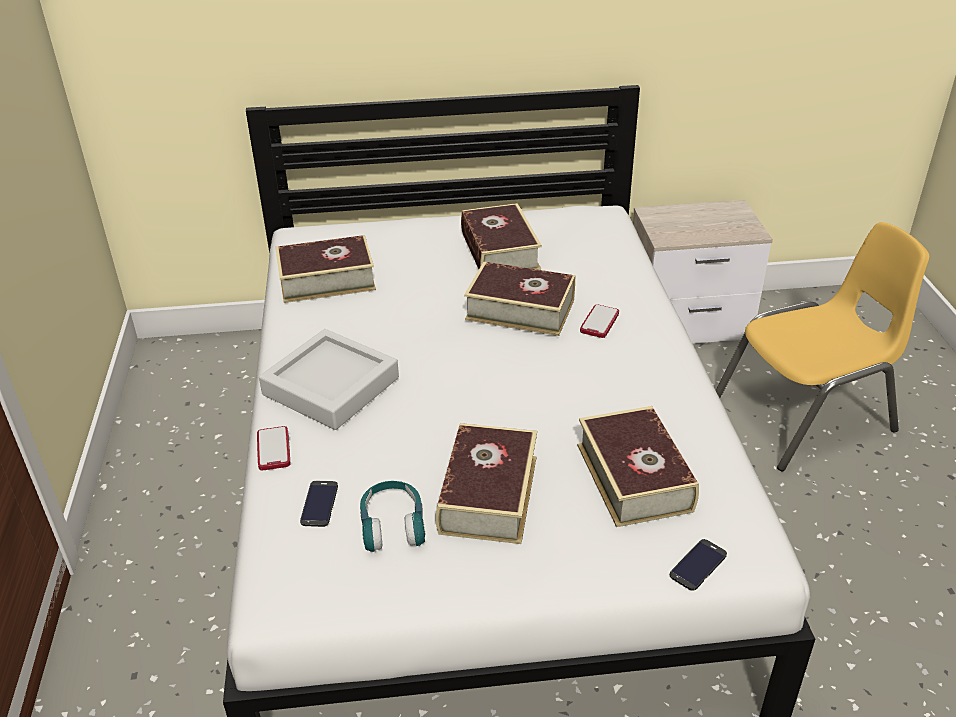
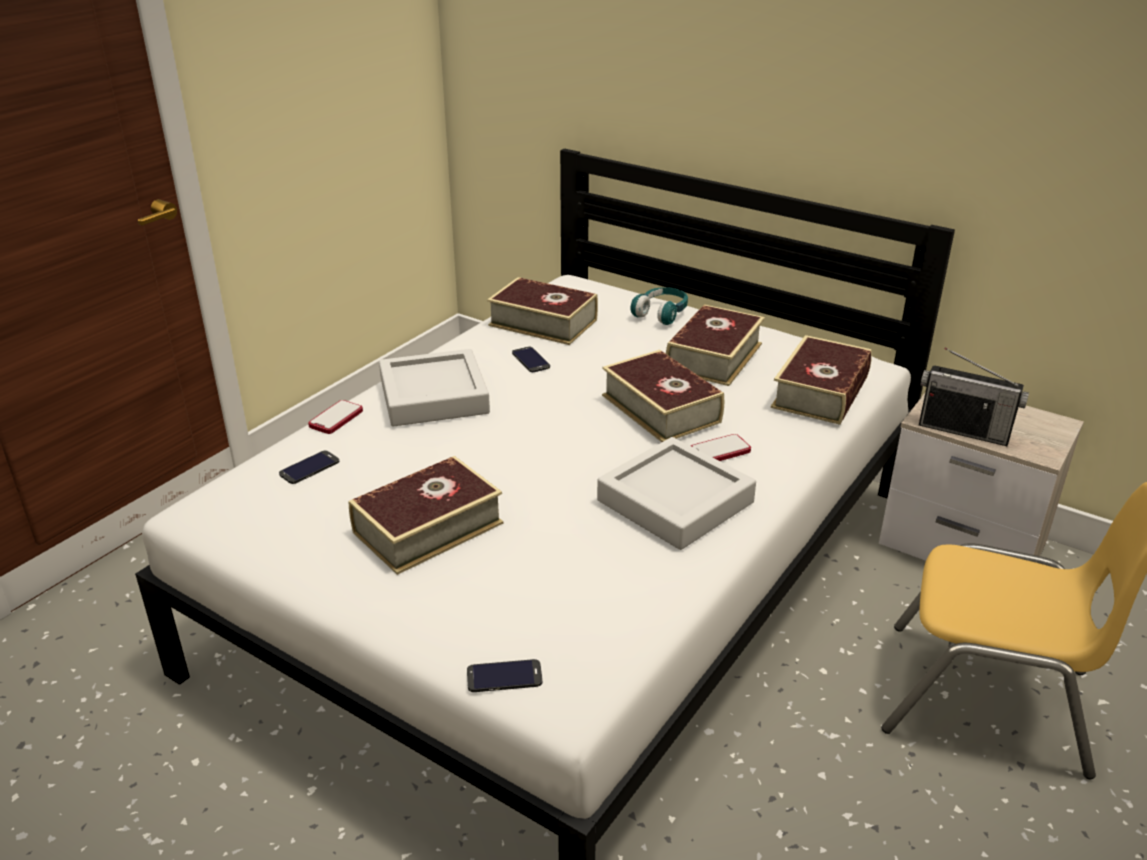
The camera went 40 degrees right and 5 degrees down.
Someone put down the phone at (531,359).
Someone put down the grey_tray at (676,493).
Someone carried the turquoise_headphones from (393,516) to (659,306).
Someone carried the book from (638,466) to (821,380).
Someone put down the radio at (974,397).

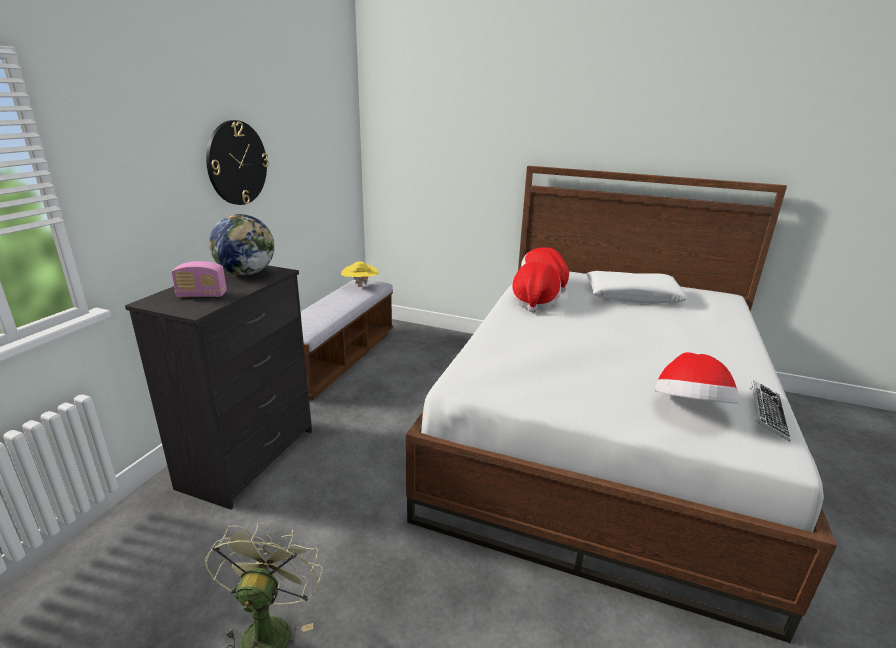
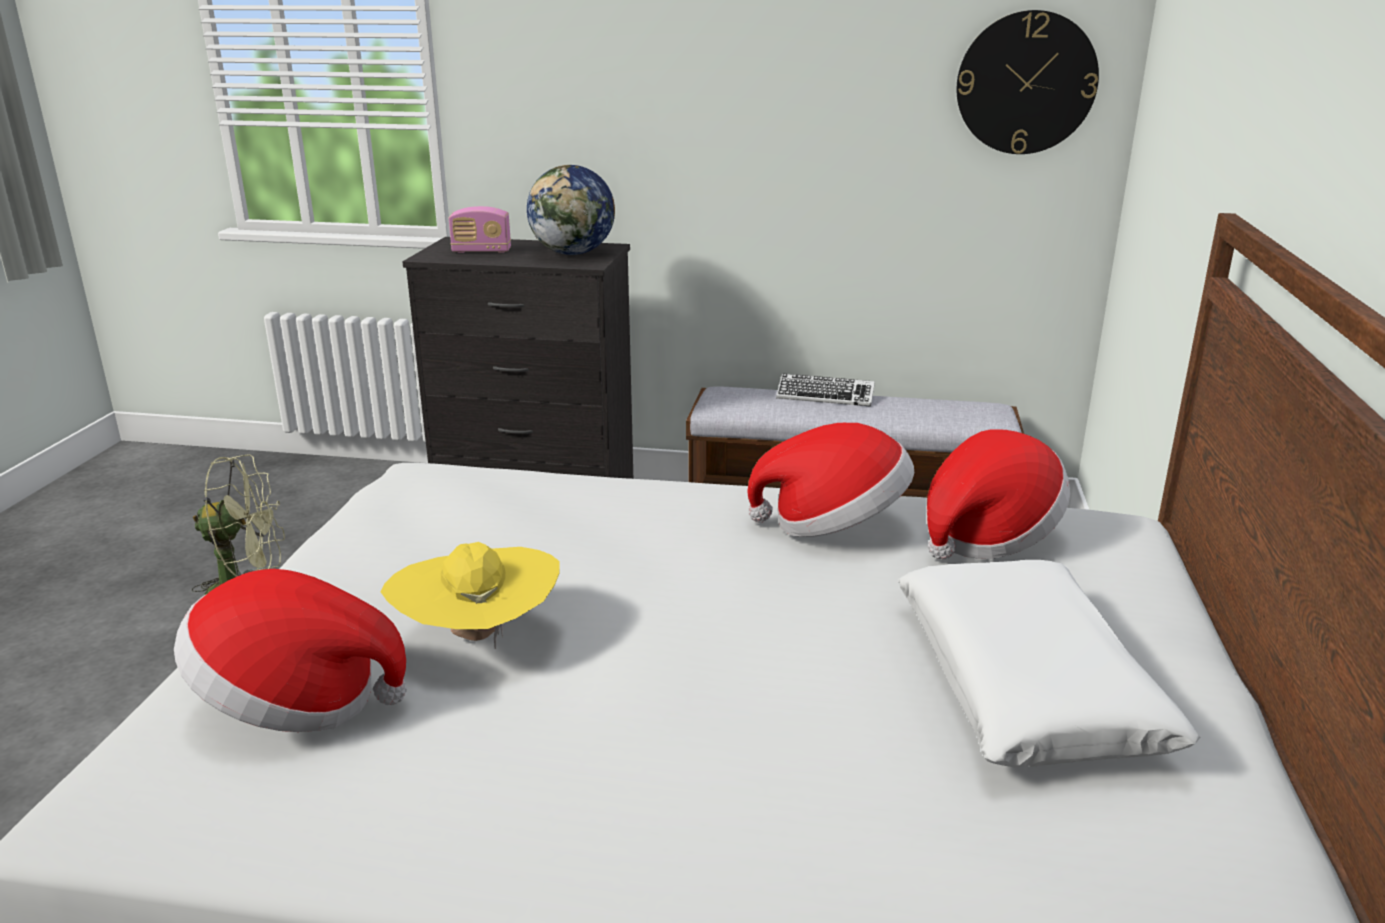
The camera went 80 degrees right and 0 degrees up.
Someone carried the yellow_hat from (360,274) to (470,595).
Someone rotated the radio at (199,279) by 75 degrees counterclockwise.
Someone carried the keyboard from (770,411) to (825,390).
Someone carried the wall_clock from (237,162) to (1028,82).

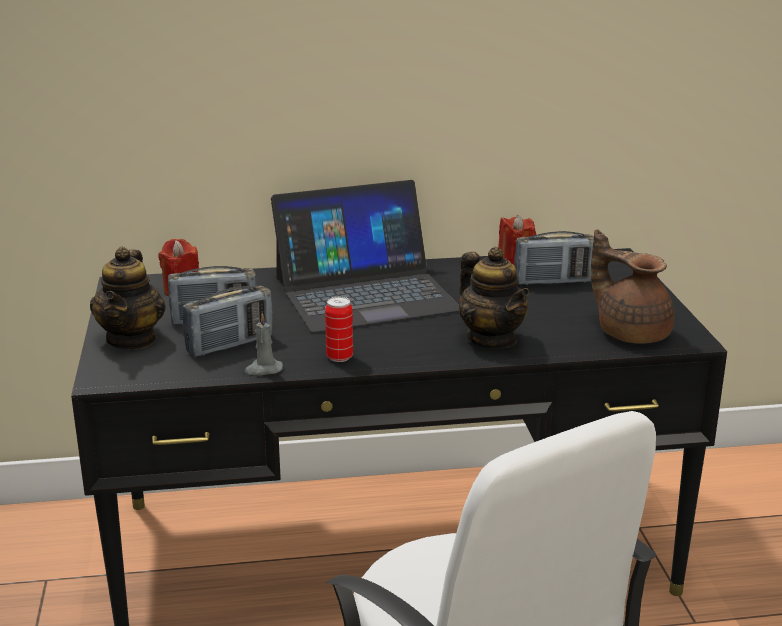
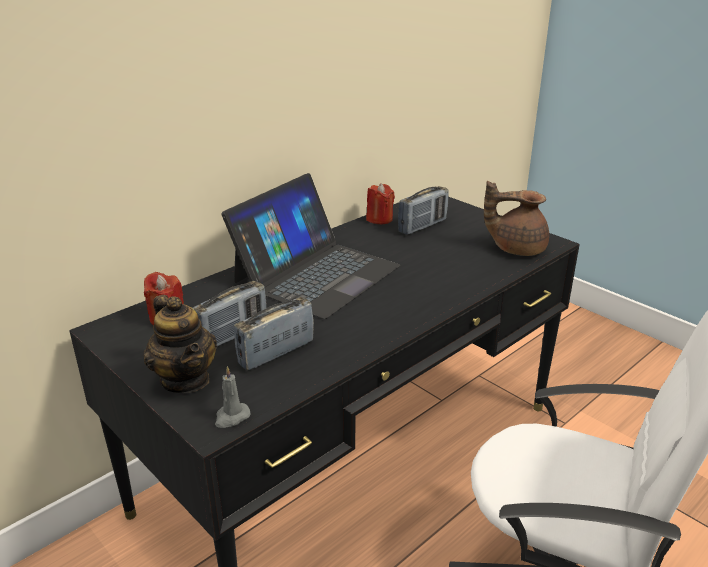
The camera went 35 degrees left and 5 degrees up.
Someone carried the grey_candle from (263,344) to (232,397).
Someone rotated the radio at (228,321) by 150 degrees counterclockwise.
Someone took away the can at (339,329).
Someone took away the teapot at (494,298).

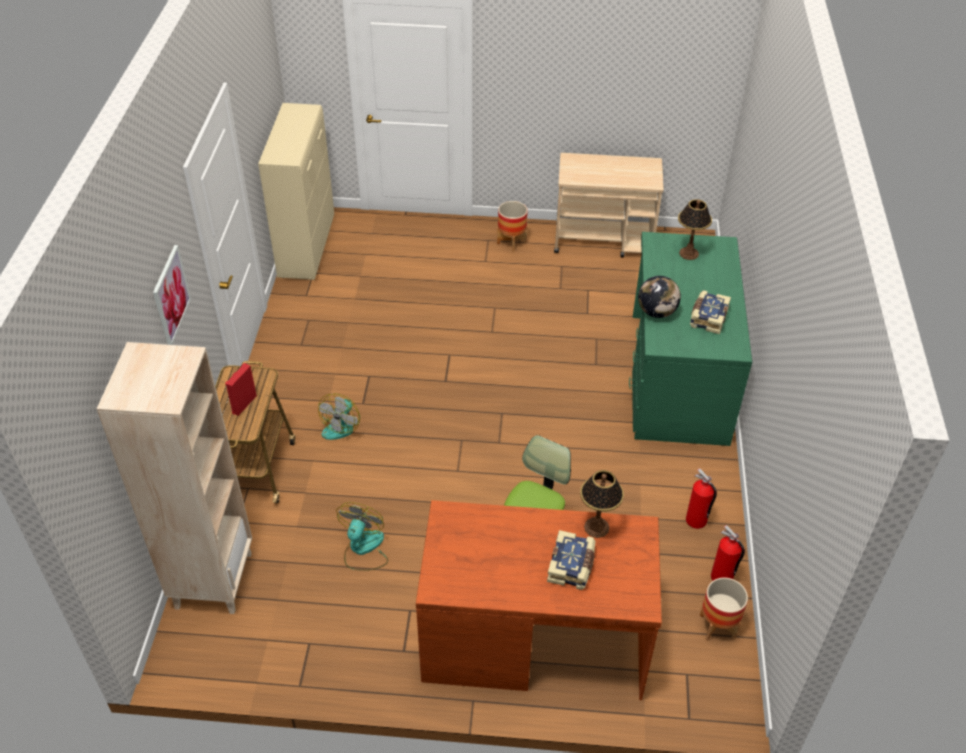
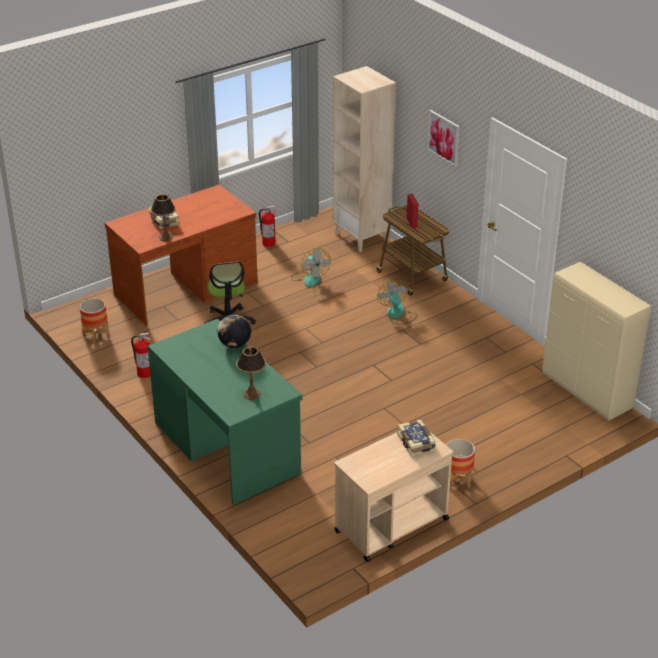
The camera went 140 degrees right and 10 degrees down.
Someone carried the fire_extinguisher from (728,552) to (267,226).
Someone carried the book from (710,312) to (416,438).

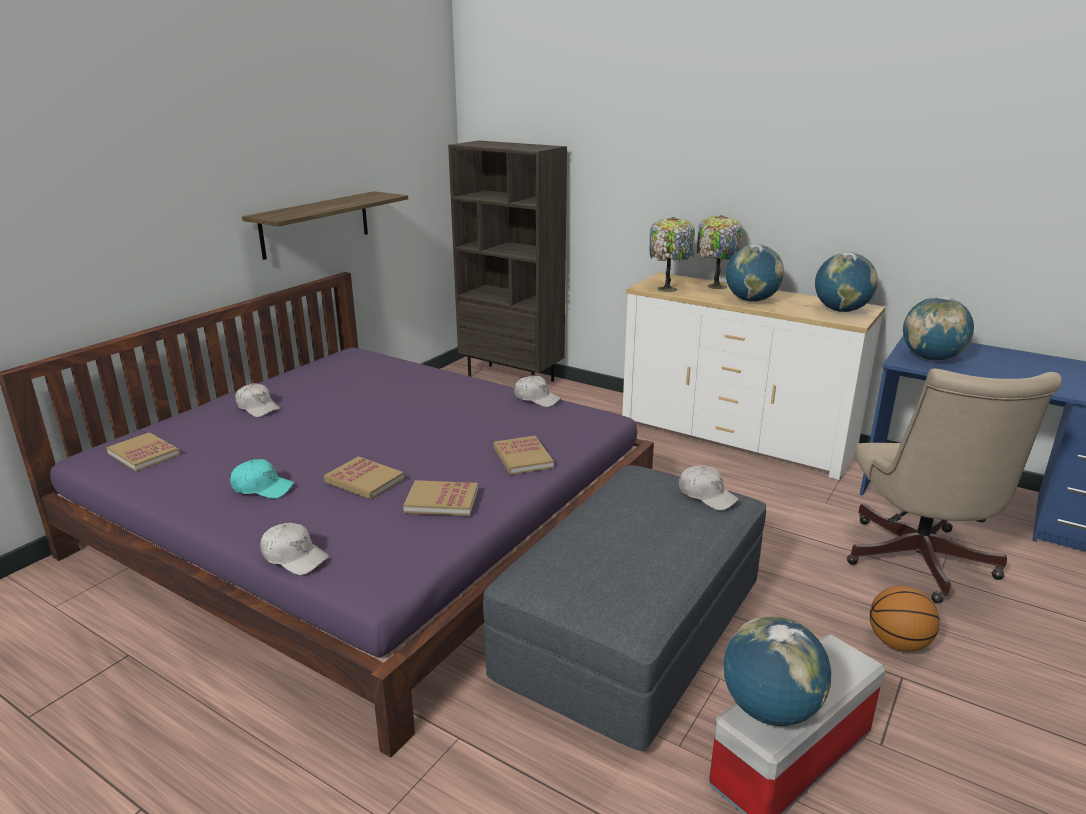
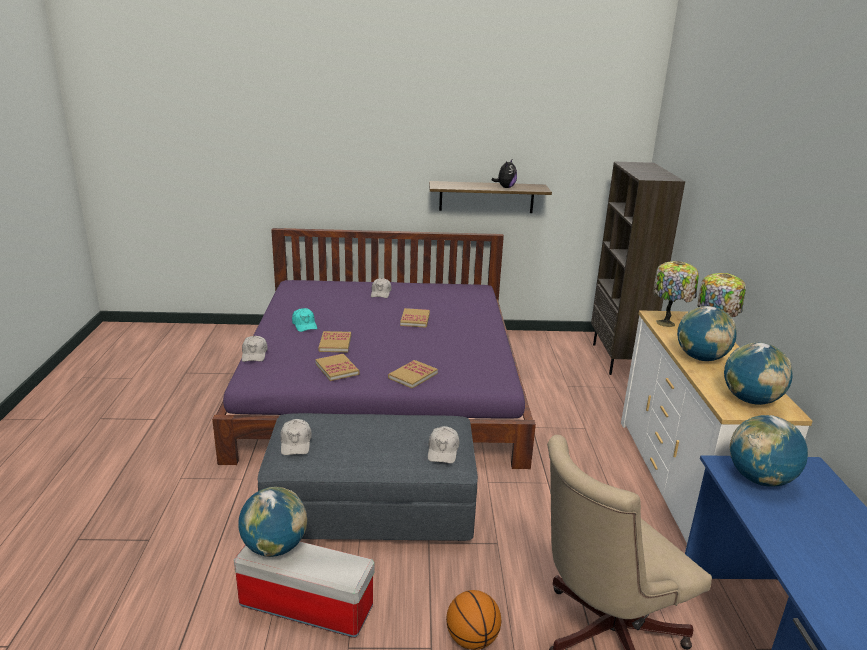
The camera went 55 degrees right and 0 degrees up.
Someone carried the white_cap from (537,391) to (296,437).
Someone carried the book from (143,452) to (415,318).
Someone put down the plush_toy at (504,174).

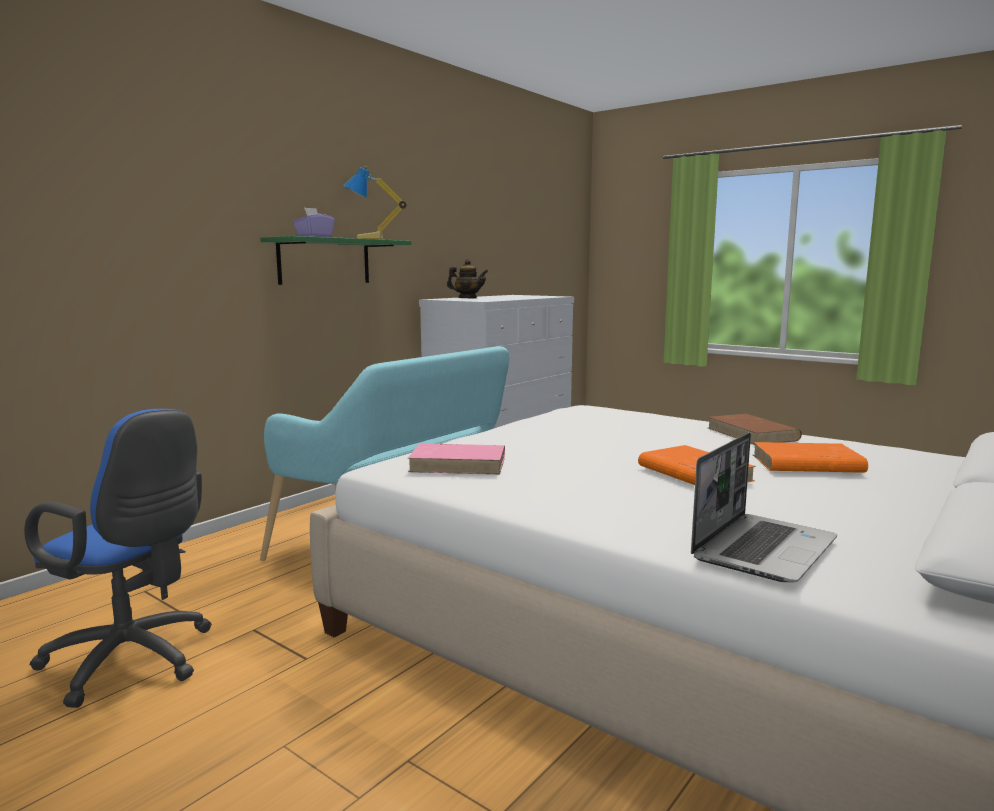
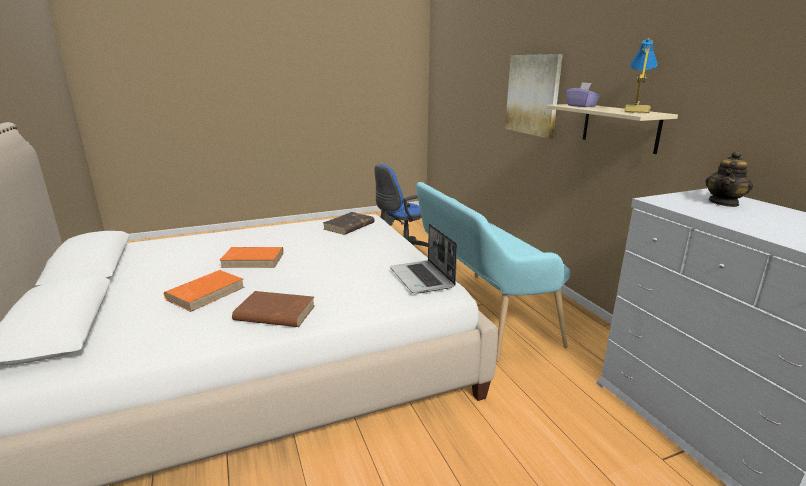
The camera went 120 degrees right and 10 degrees up.
Someone repainted the pink_book at (456,458), which became the brown_book at (349,223).
Someone carried the laptop from (764,507) to (423,258).
Someone put up the picture at (534,96).
Someone repainted the green_shelf at (335,260), which became the beige_shelf at (612,129).

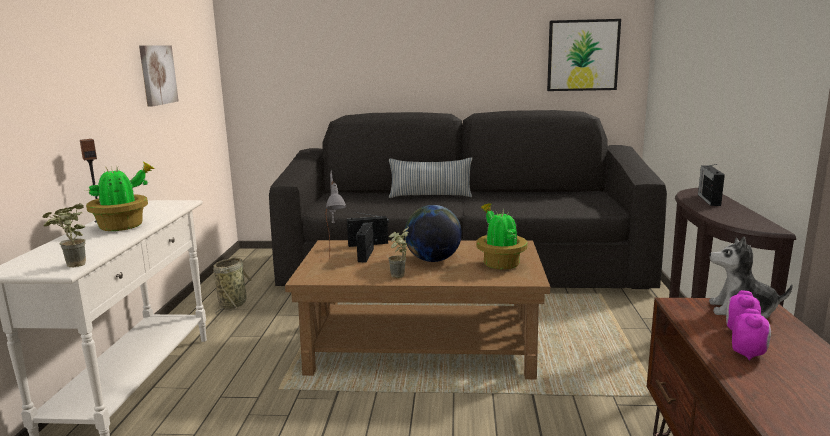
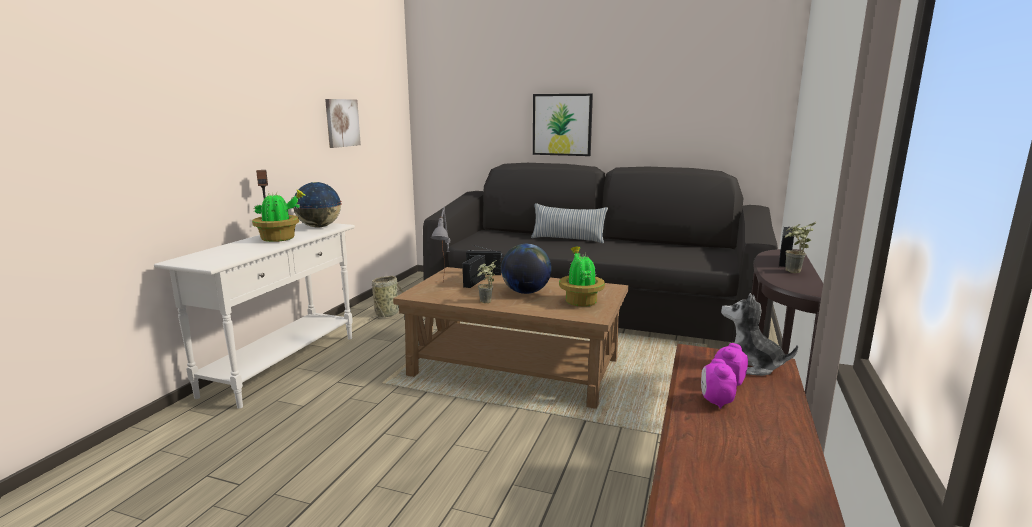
The camera went 15 degrees right and 0 degrees up.
Someone put down the globe at (317,205).
Someone carried the picture from (584,55) to (563,125).
Someone rotated the alarm_clock at (751,334) by 150 degrees clockwise.
Someone carried the potted_plant from (64,235) to (800,247).

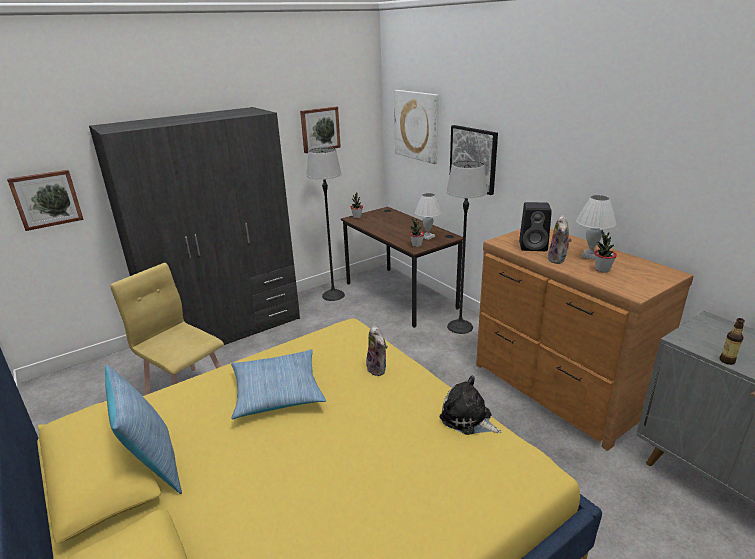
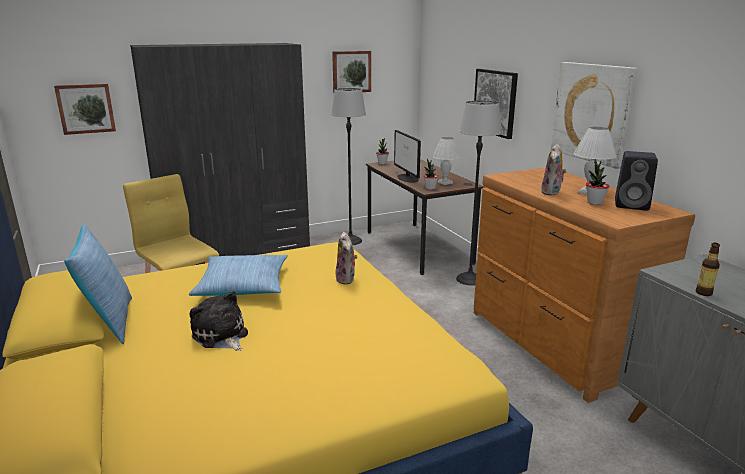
The camera went 10 degrees right and 5 degrees down.
Someone carried the plush_toy from (471,405) to (219,321).
Someone put down the monitor at (407,156).
Someone carried the picture from (416,127) to (594,115).
Someone carried the black_speaker from (535,226) to (636,180).

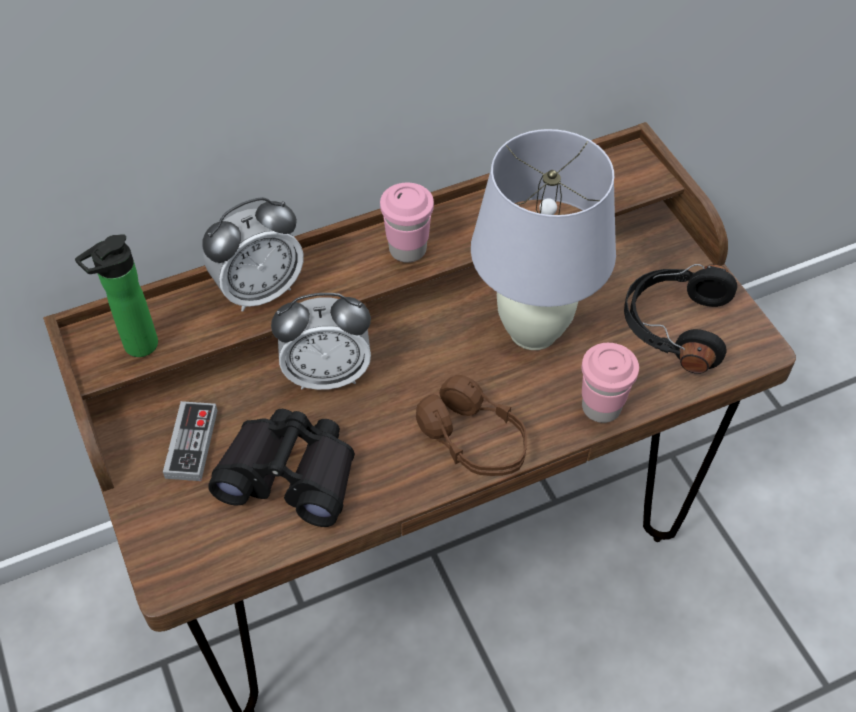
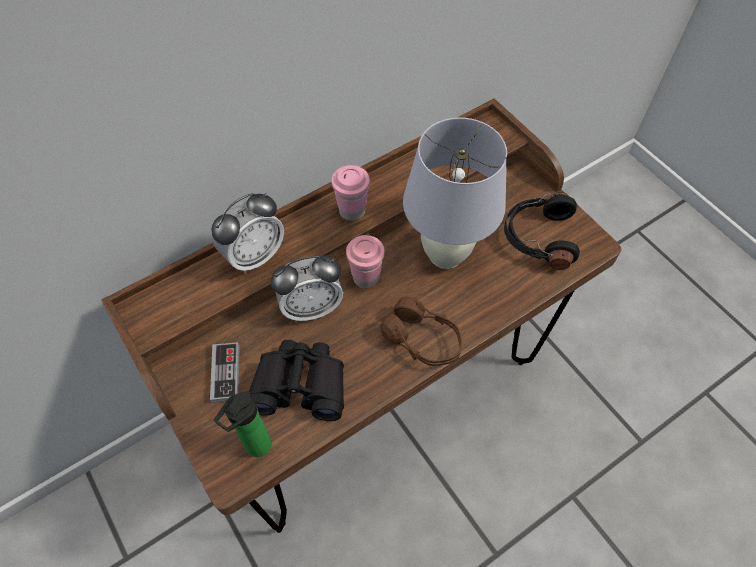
The camera went 10 degrees left and 5 degrees up.
Someone carried the bottle from (116,295) to (243,424).
Someone carried the pink_cup from (610,383) to (365,261).

